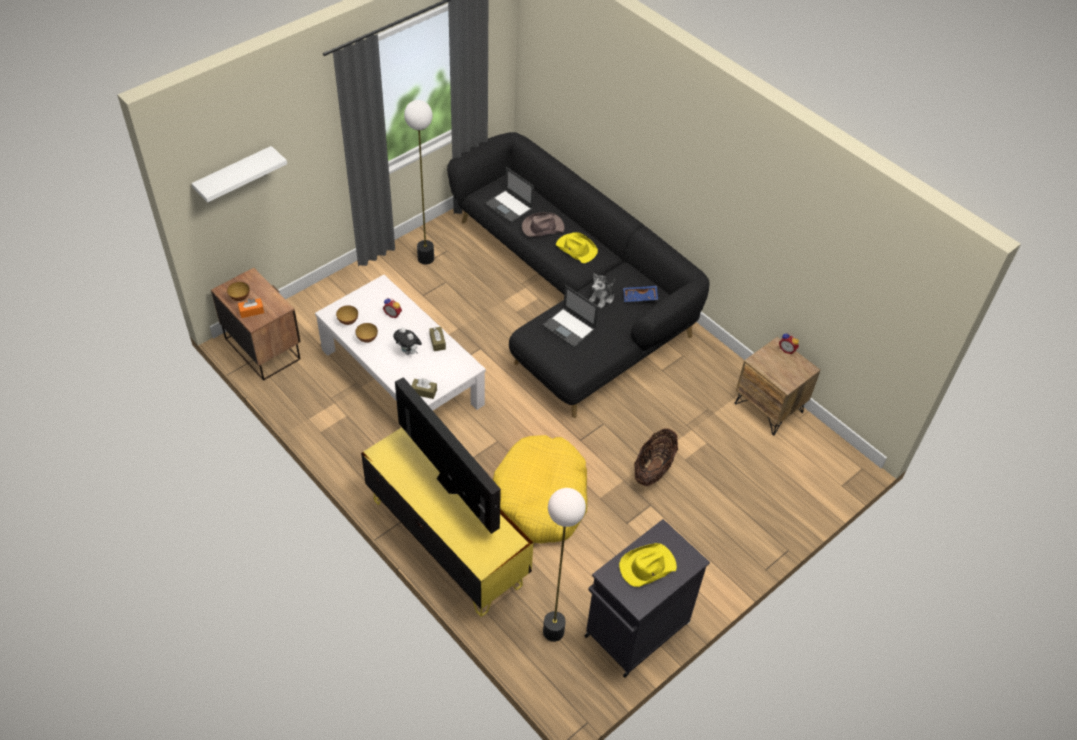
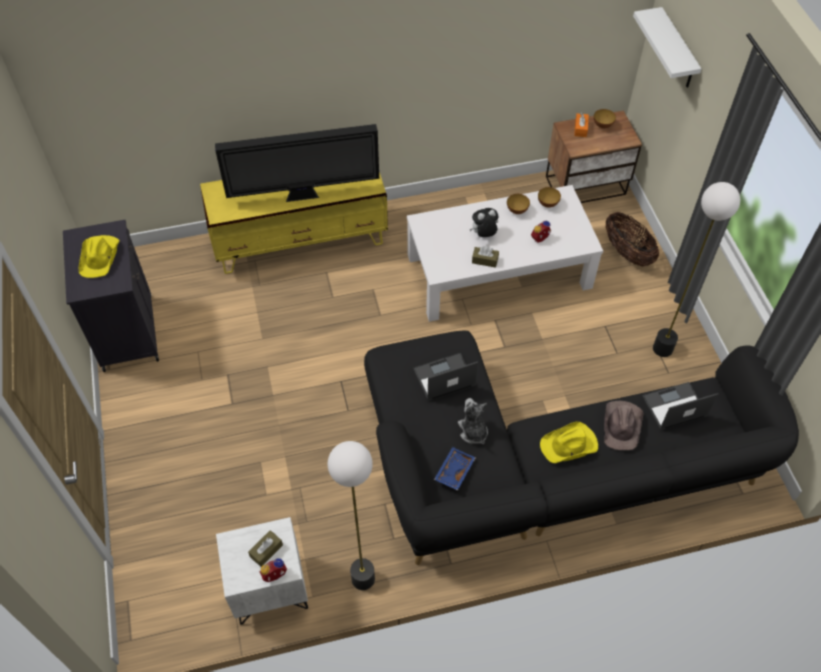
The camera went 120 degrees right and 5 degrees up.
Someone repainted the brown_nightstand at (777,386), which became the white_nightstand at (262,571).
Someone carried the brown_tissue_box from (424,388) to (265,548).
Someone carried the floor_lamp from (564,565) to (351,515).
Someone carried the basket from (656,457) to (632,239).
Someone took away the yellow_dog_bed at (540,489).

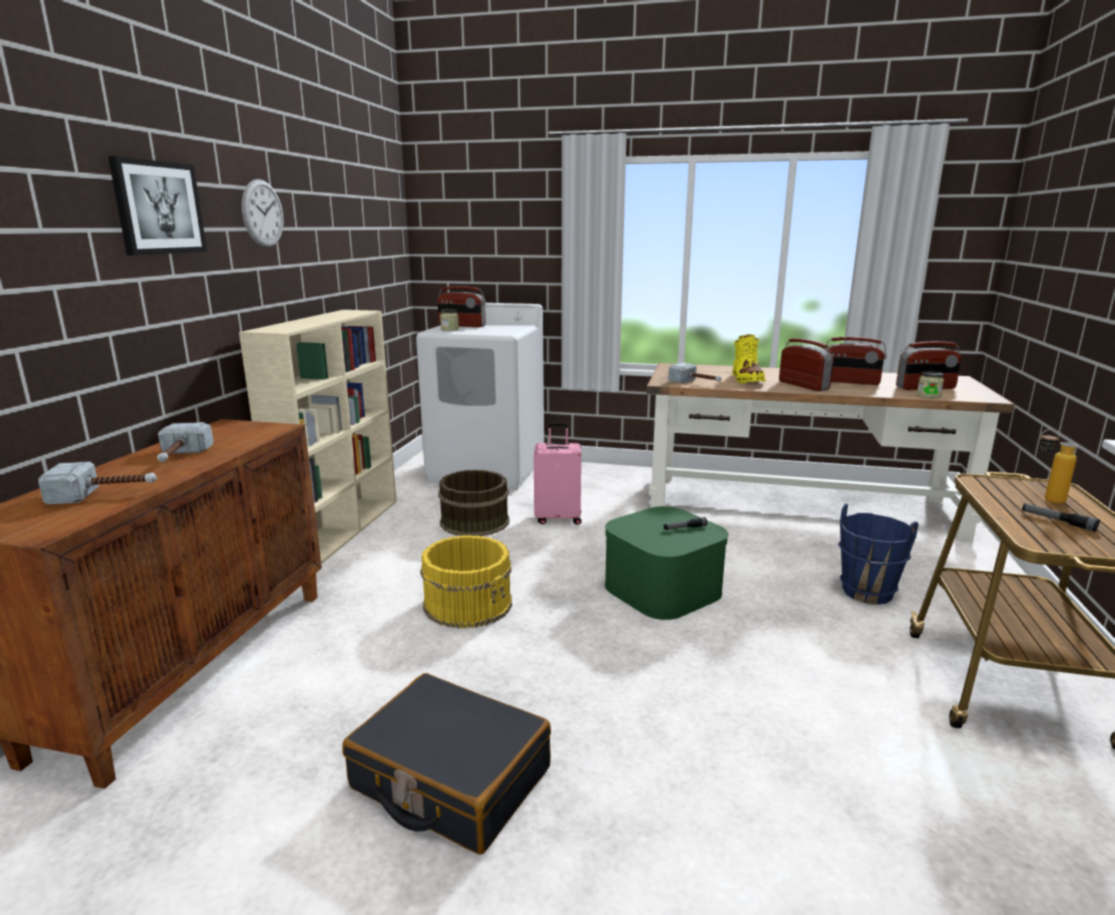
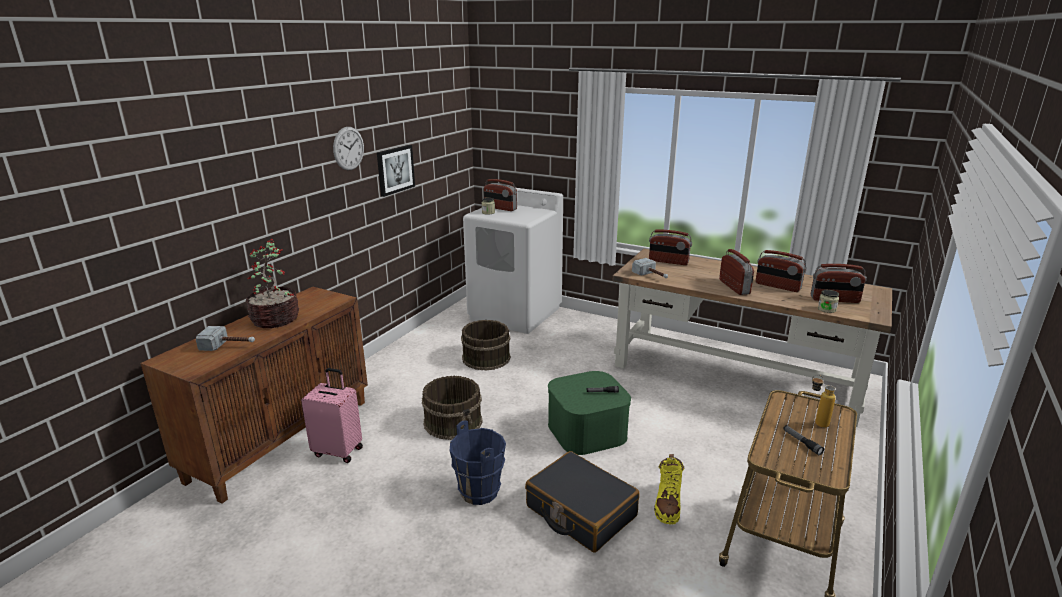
The camera went 15 degrees right and 5 degrees up.
Someone swapped the hammer at (185,442) for the potted_plant at (272,283).
Someone carried the pink_suitcase from (558,474) to (332,415).
Someone carried the picture from (157,205) to (396,171).
Someone repainted the yellow_bucket at (466,582), which became the brown_bucket at (452,407).
Someone carried the blue_bucket from (878,554) to (478,462).
Someone carried the black_suitcase from (446,764) to (582,502).
Someone put down the radio at (670,247).
Someone carried the yellow_boot from (748,359) to (669,489).
Someone took away the beige_bookcase at (318,437).

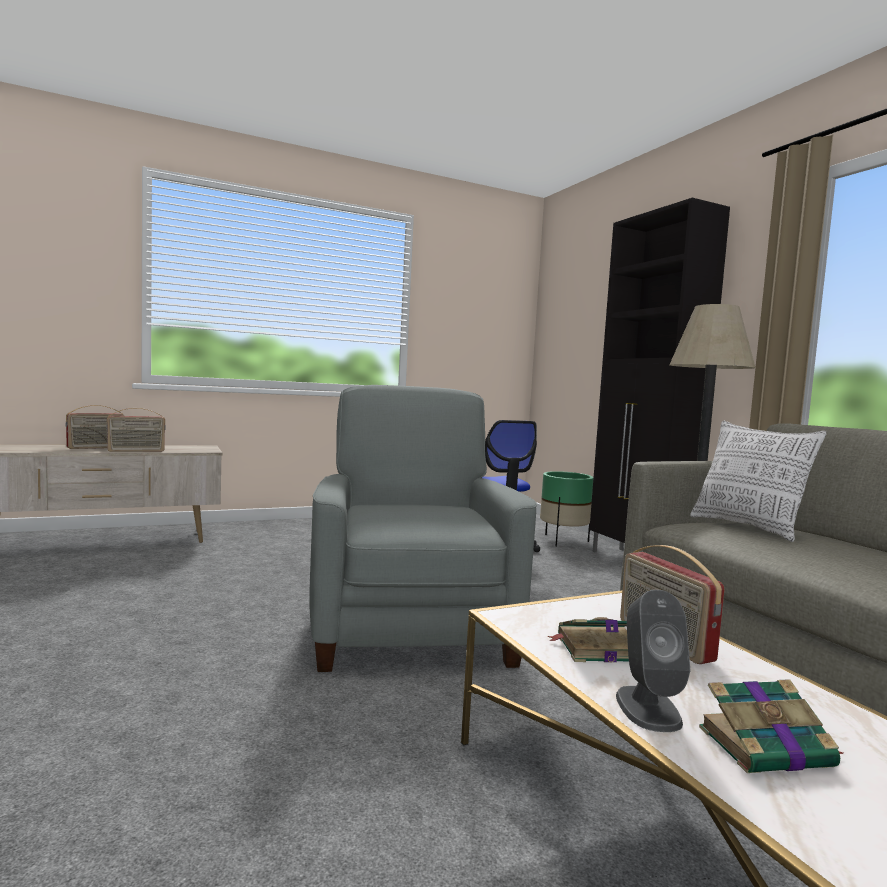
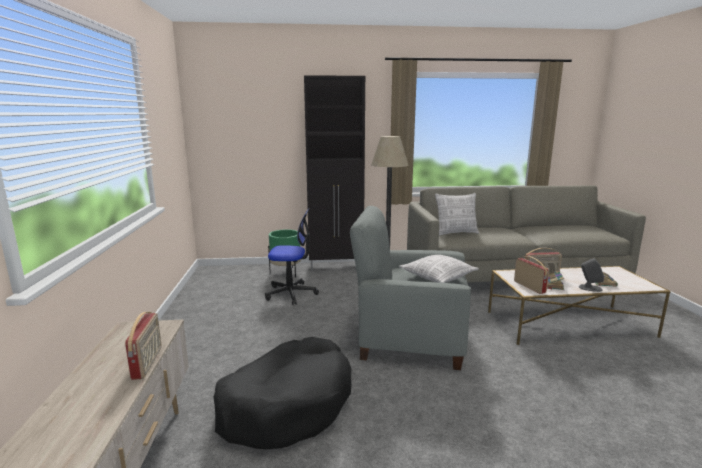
The camera went 70 degrees left and 10 degrees up.
Someone put down the black_dog_bed at (283,393).
Someone put down the pillow at (439,269).
Someone carried the radio from (94,427) to (531,275).

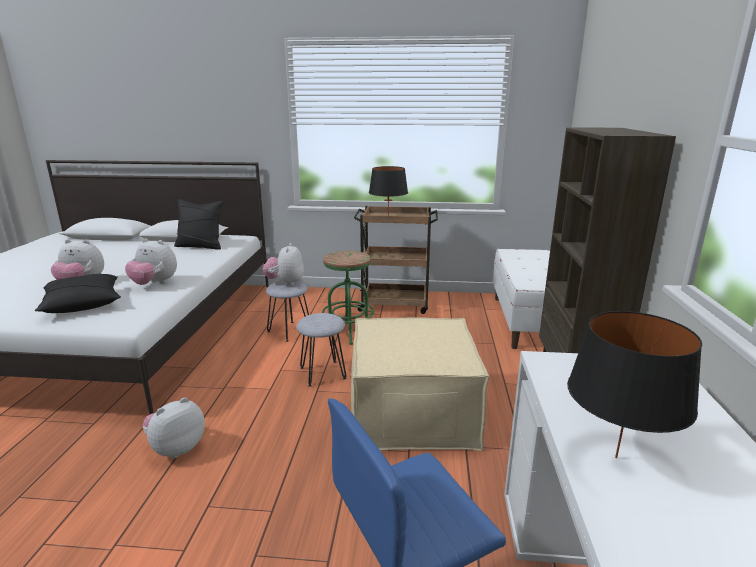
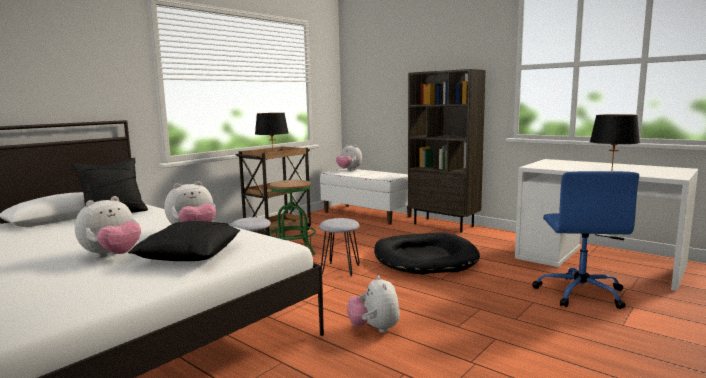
The camera went 55 degrees left and 10 degrees down.
Someone carried the plush_toy from (283,264) to (349,157).
Someone swapped the beige_ottoman at (420,384) for the black_dog_bed at (427,253).

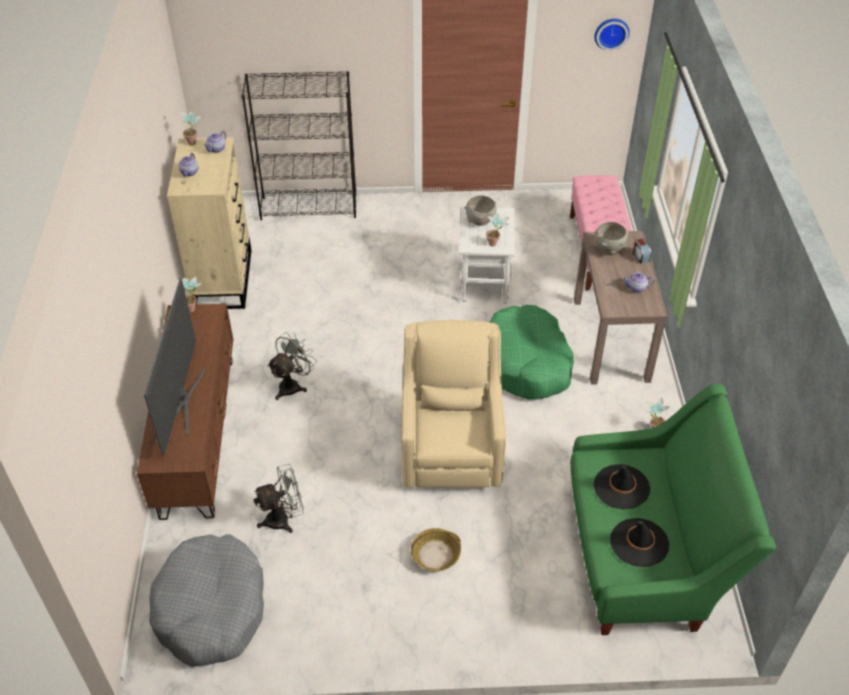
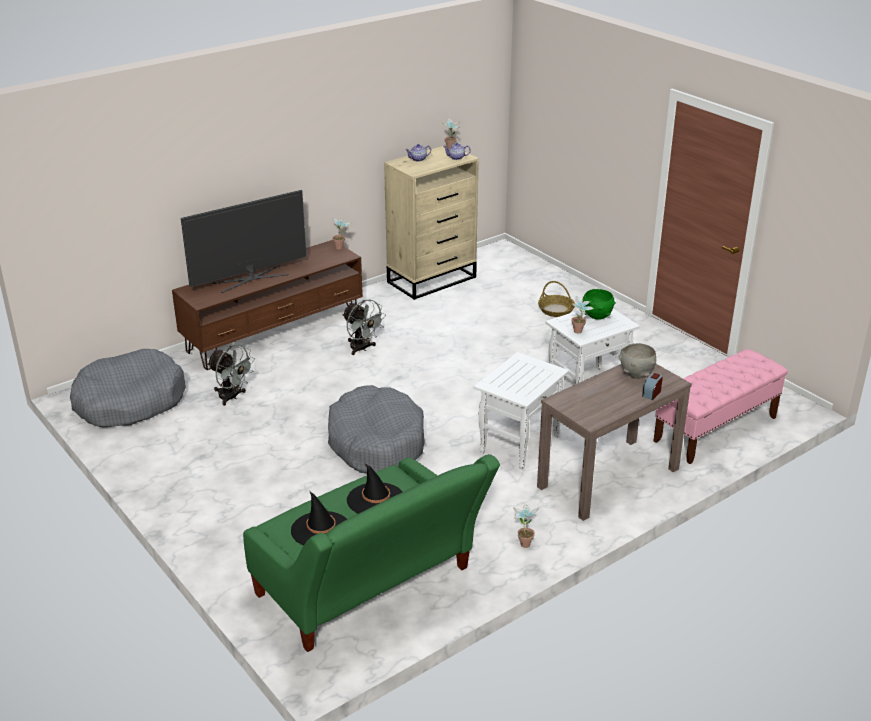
The camera went 55 degrees right and 15 degrees down.
Someone swapped the beige_armchair at (454,403) for the grey_dog_bed at (376,429).
Someone rotated the grey_fan at (292,366) by 45 degrees clockwise.
Someone swapped the green_dog_bed at (532,352) for the white_side_table at (521,411).
Someone carried the basket from (436,549) to (556,299).
Someone repainted the grey_bowl at (480,210), which became the green_bowl at (599,304).
Someone took away the black_bookcase at (299,146).
Someone took away the wall_clock at (612,35).
Someone took away the teapot at (638,282).

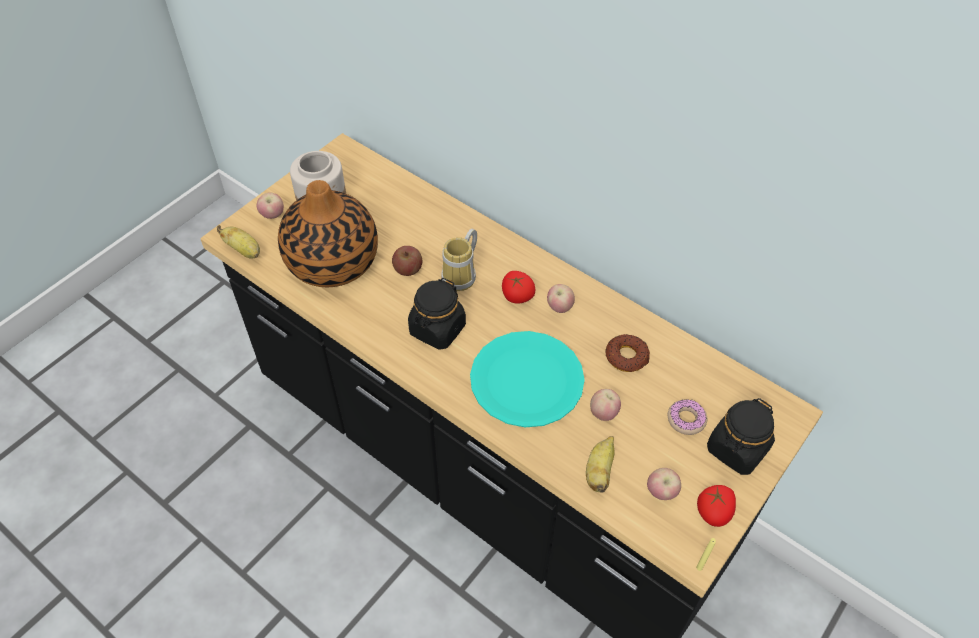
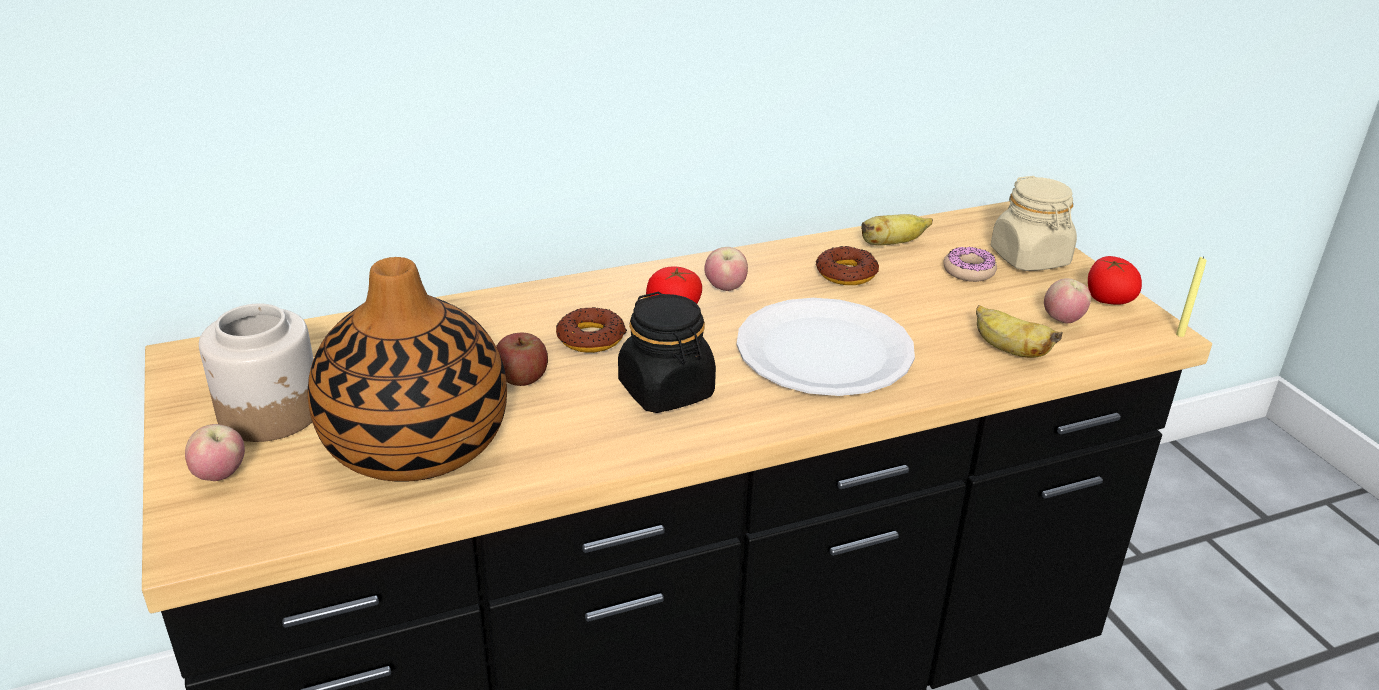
The camera went 60 degrees left and 20 degrees down.
Someone swapped the mug at (459,260) for the donut at (591,330).
Someone repainted the turquoise_plate at (527,379), which became the white_plate at (826,347).
Someone carried the banana from (238,241) to (897,229).
Someone repainted the black_jar at (741,436), which became the beige_jar at (1034,223).
Someone took away the apple at (605,405).

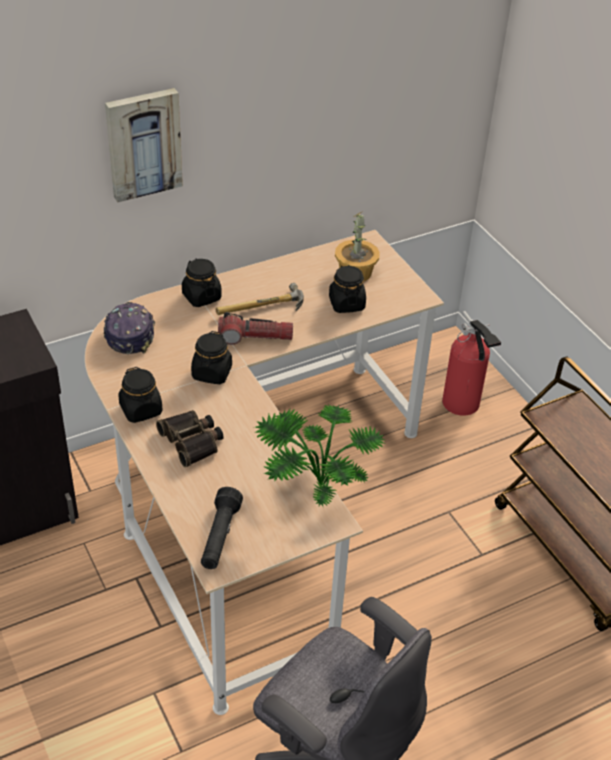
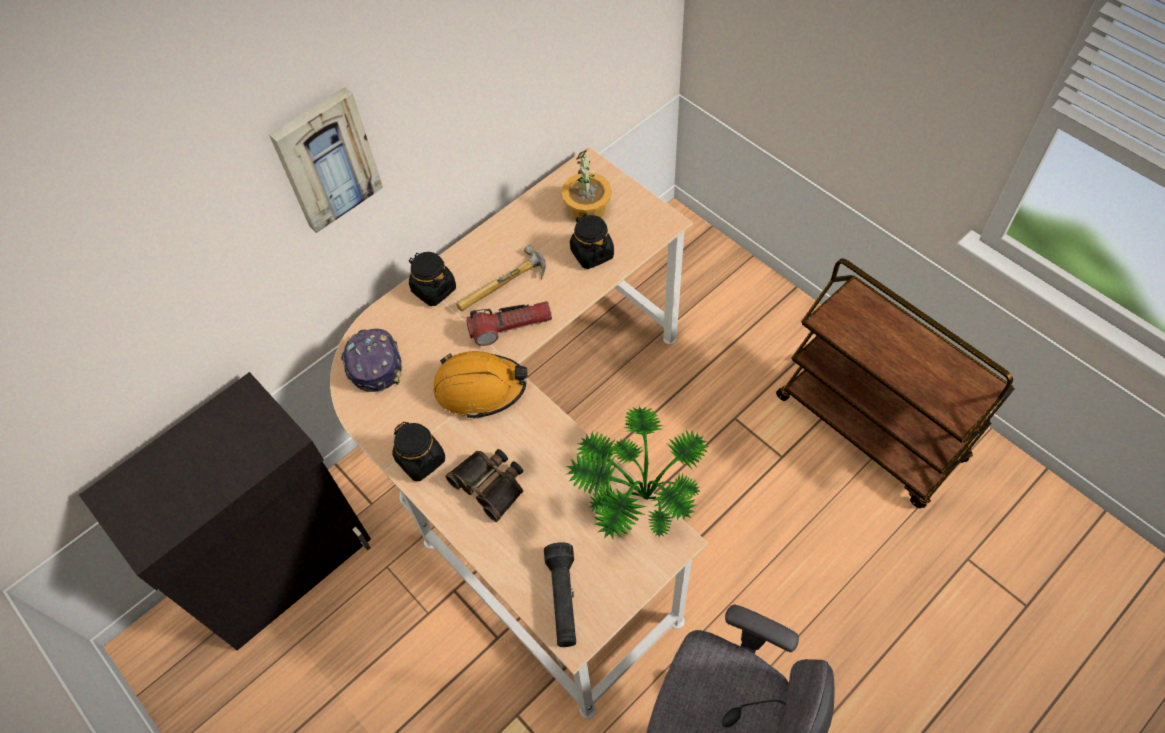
The camera went 10 degrees left and 15 degrees up.
Someone swapped the black_jar at (211,357) for the orange_hard_hat at (481,385).
Someone took away the fire_extinguisher at (471,363).

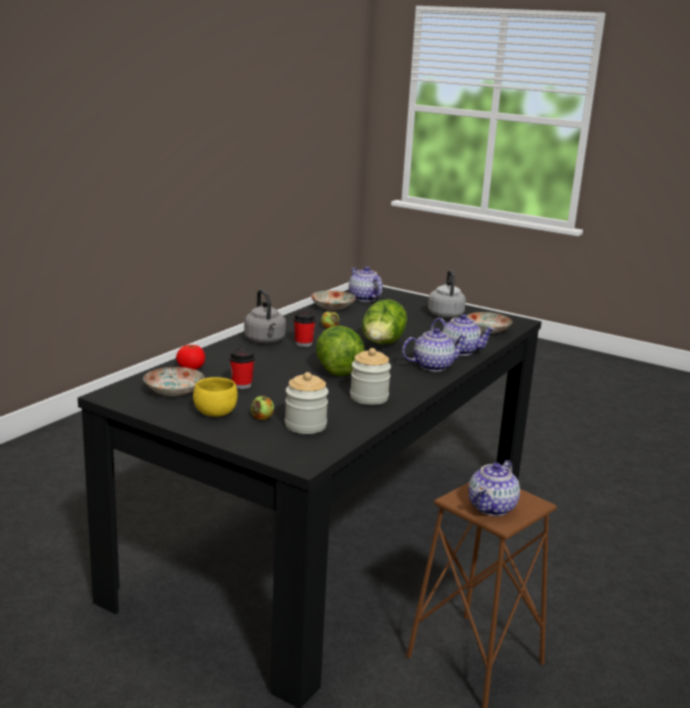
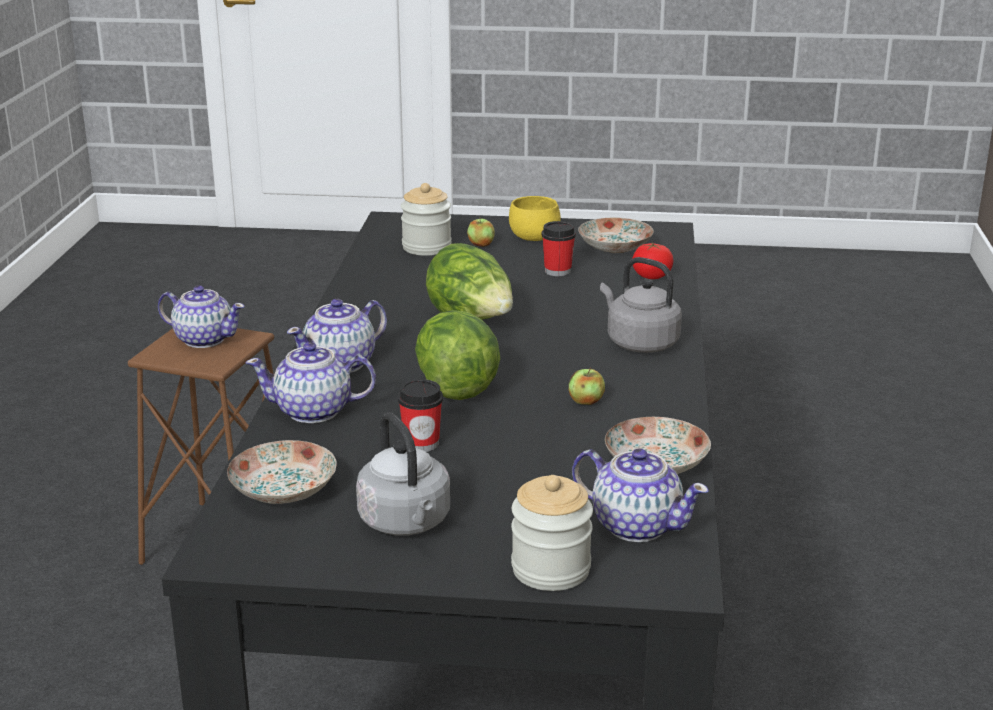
The camera went 155 degrees right and 5 degrees up.
Someone rotated the teapot at (494,488) by 105 degrees clockwise.
Someone carried the cup from (305,329) to (420,415).
Someone carried the jar from (370,376) to (552,533).

